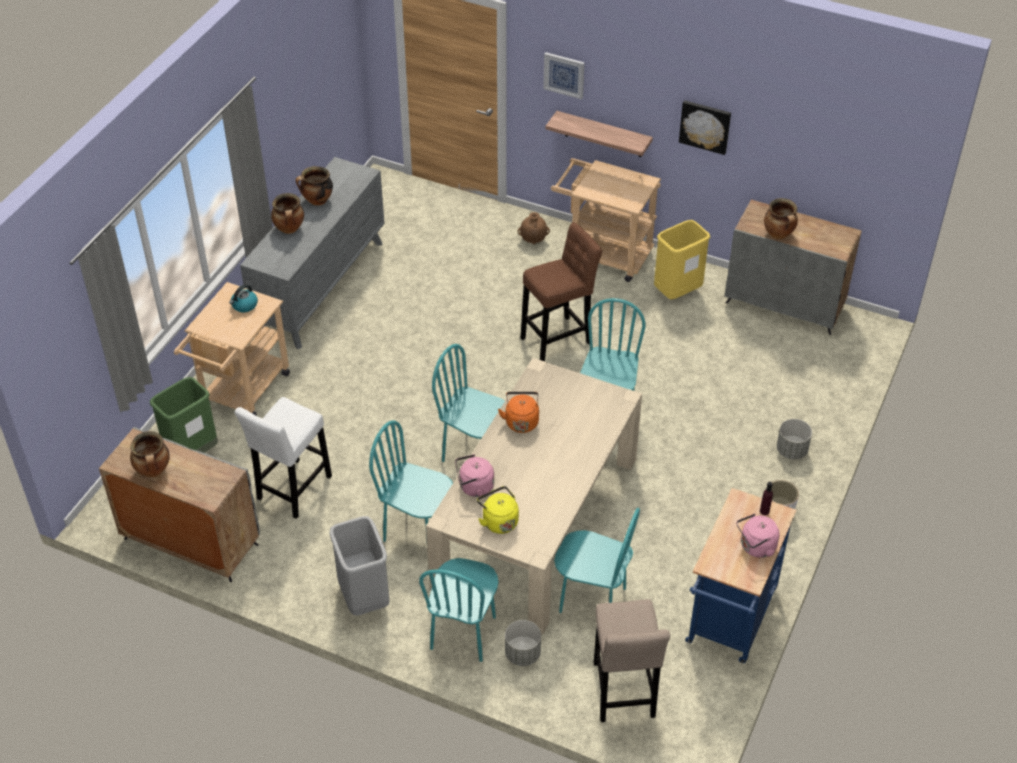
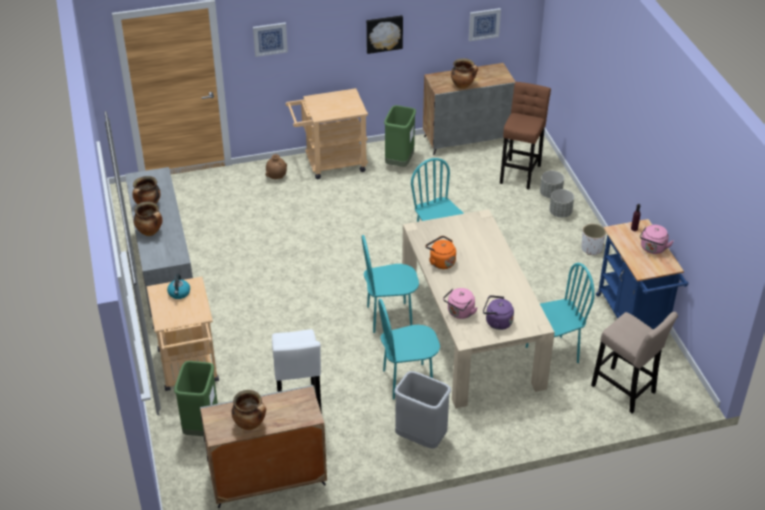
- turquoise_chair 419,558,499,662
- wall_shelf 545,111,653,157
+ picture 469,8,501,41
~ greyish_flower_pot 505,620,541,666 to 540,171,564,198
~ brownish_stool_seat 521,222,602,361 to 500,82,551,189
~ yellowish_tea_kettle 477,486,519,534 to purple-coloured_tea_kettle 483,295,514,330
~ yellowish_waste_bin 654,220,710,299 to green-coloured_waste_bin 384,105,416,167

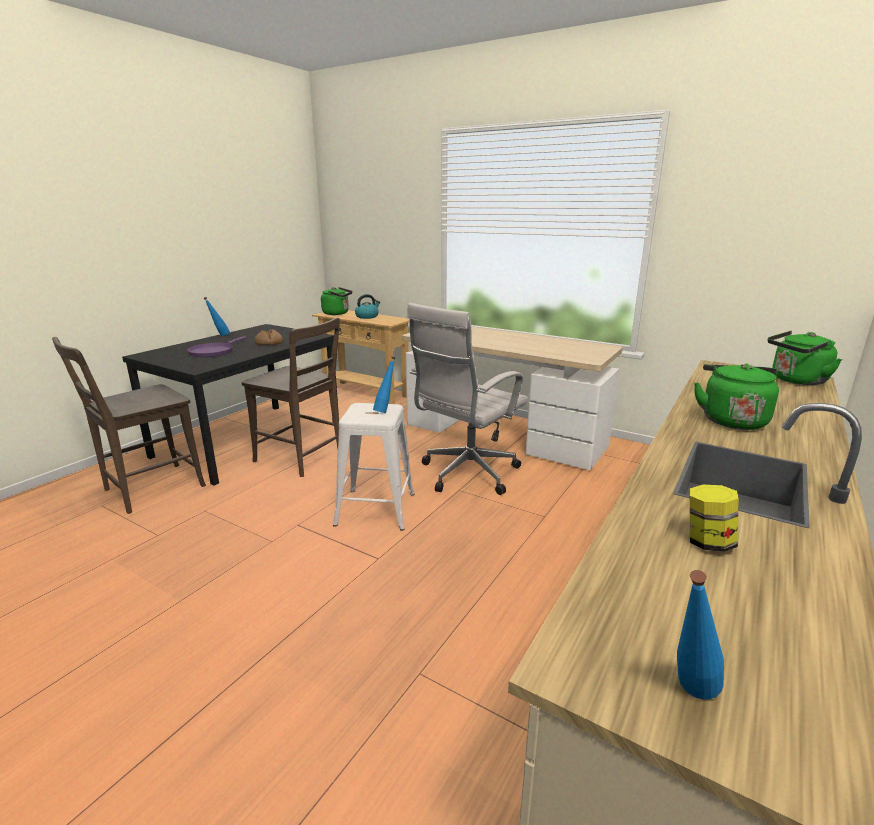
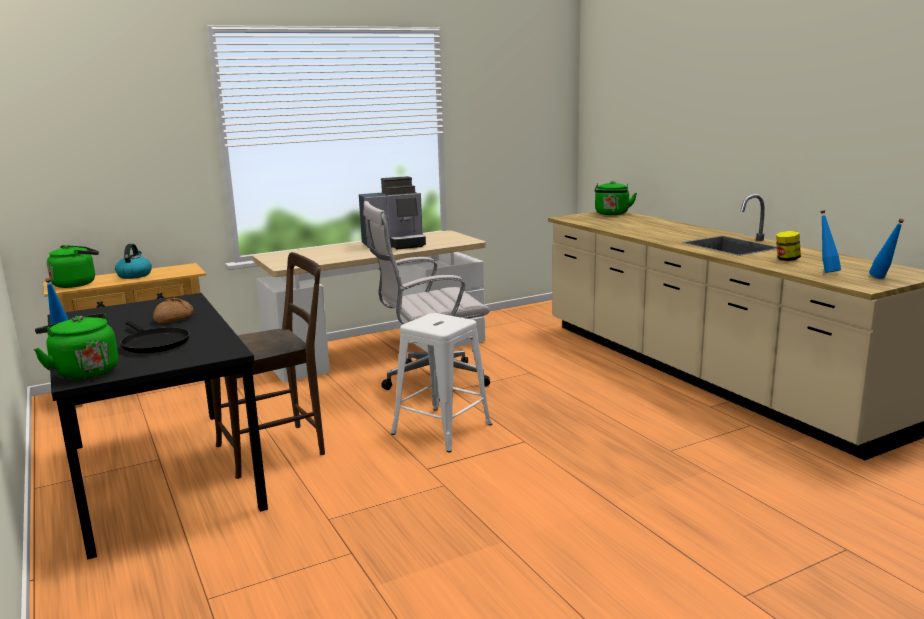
- brownish_chair 52,337,206,514
+ coffee_brewer 359,176,426,250
~ bluish_beverage_bottle 373,356,395,413 to 820,210,841,273
~ green-coloured_tea_kettle 694,363,779,430 to 34,313,118,381
~ purple-coloured_skillet 187,336,246,357 to black-coloured_skillet 120,321,190,353
~ white_office_chair 407,303,528,495 = 363,201,490,401 90 degrees clockwise

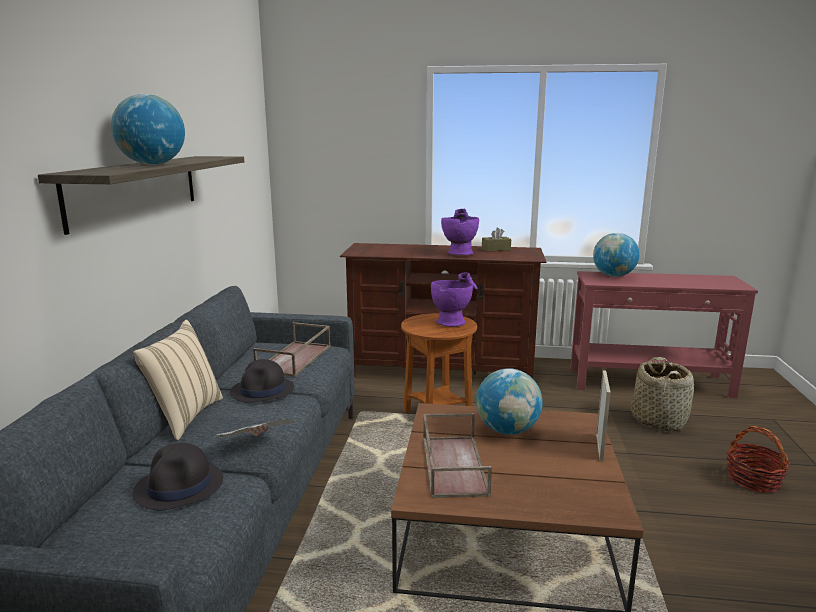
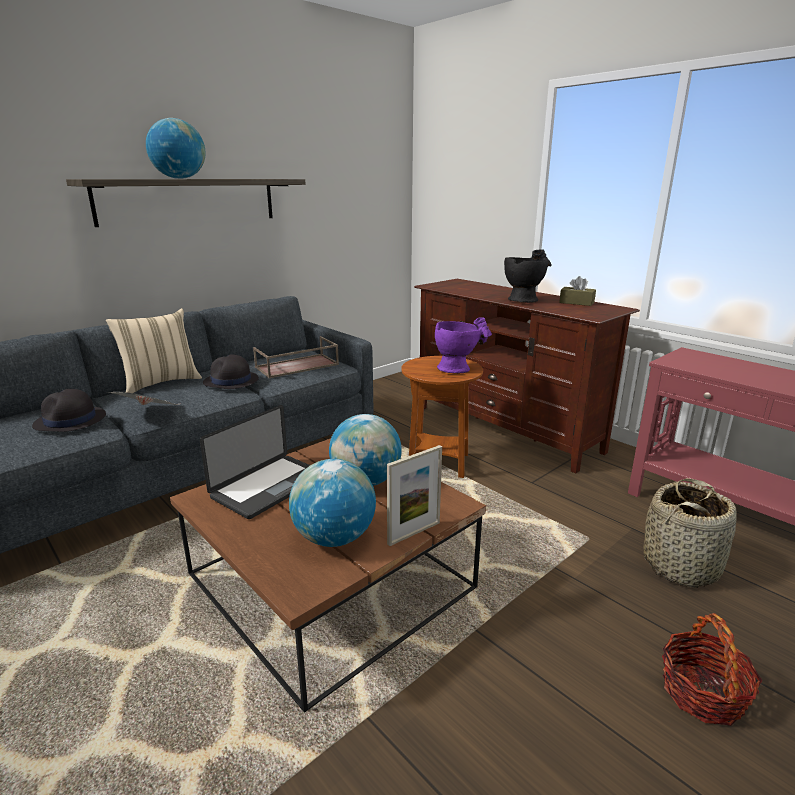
~ world_globe 593,233,640,277 to 289,459,376,547
~ brownish_tray 423,413,492,498 to notebook_computer 200,405,310,519
~ purple-coloured_vase 441,209,479,255 to black-coloured_vase 504,249,552,303

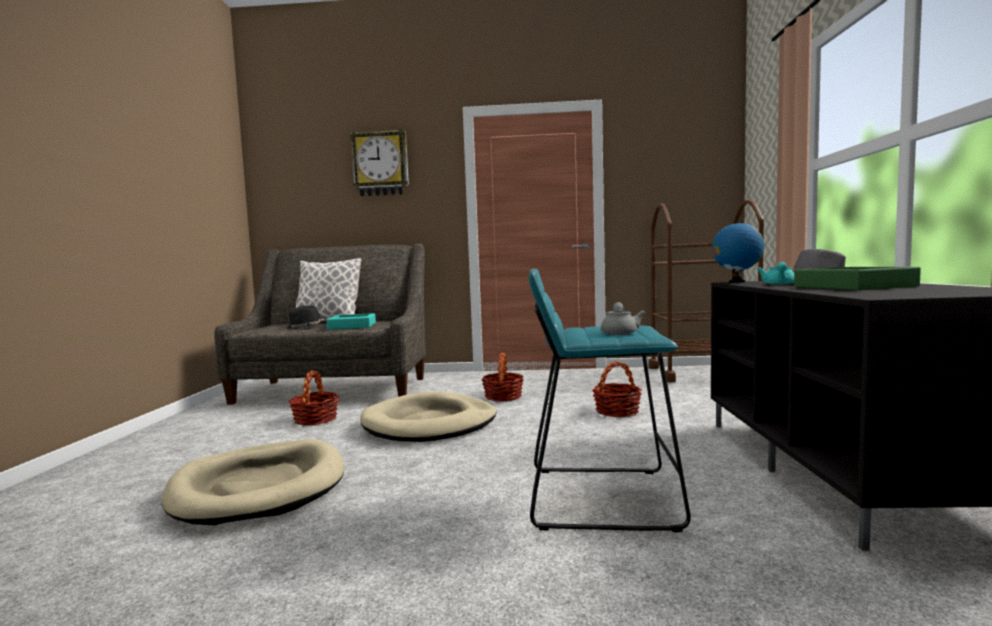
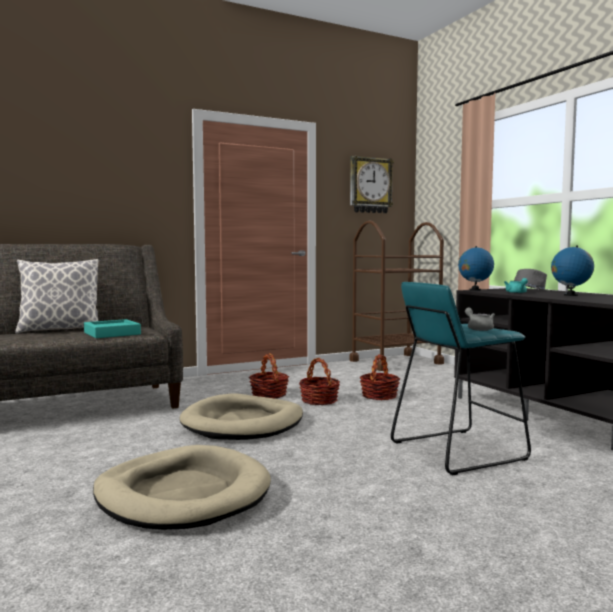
- black-coloured_clothing_hat 287,306,324,330
~ storage_basket 289,370,339,425 to 299,358,340,405
~ wall_clock 350,129,409,196 to 350,156,394,213
~ green-coloured_tray 794,267,921,290 to world_globe 551,245,594,296

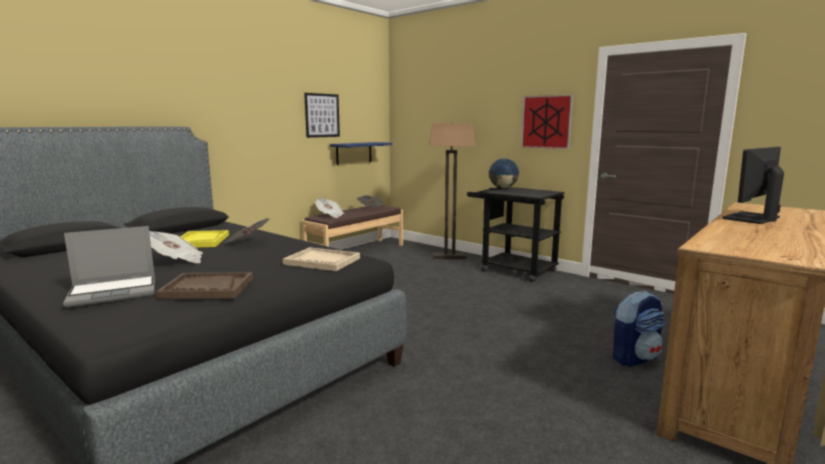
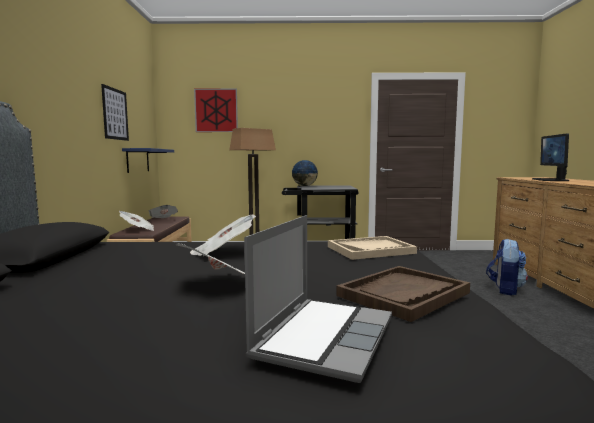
- yellowish_tray 181,230,229,248
~ picture 521,95,573,149 to 194,88,238,132

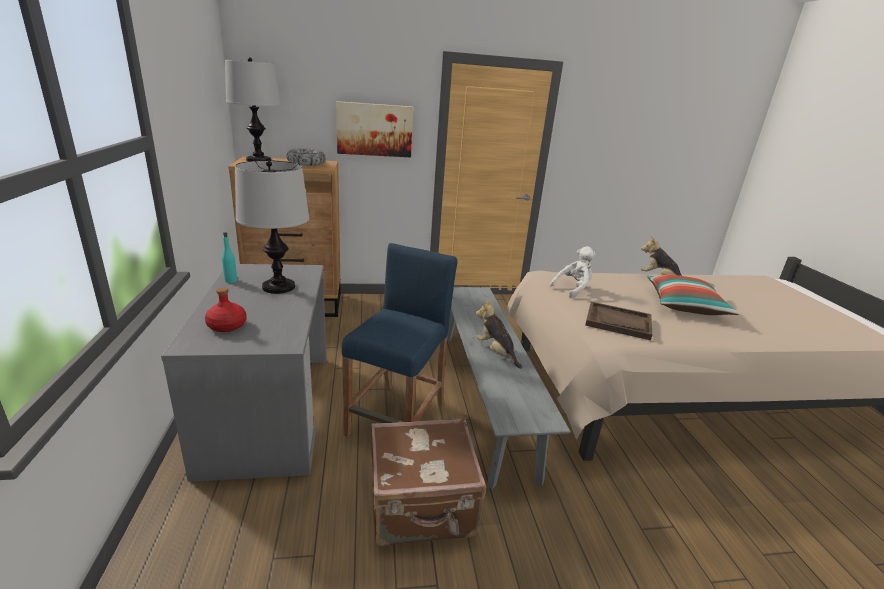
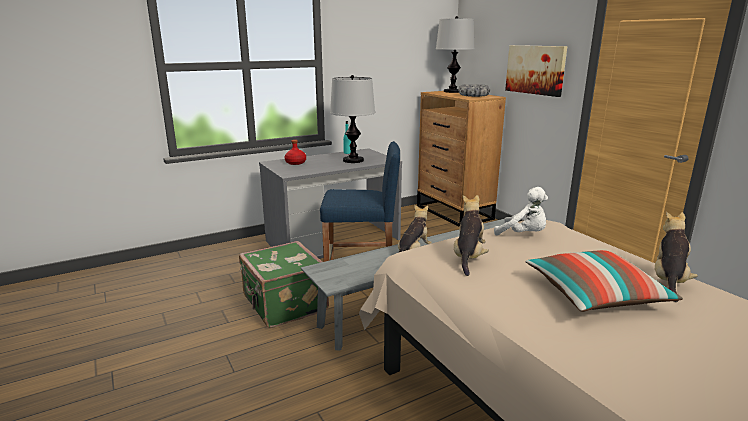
~ brownish_tray 585,302,652,340 to plush_toy 454,195,489,276
~ brownish_suitcase 371,418,486,547 to green-coloured_suitcase 239,241,329,328

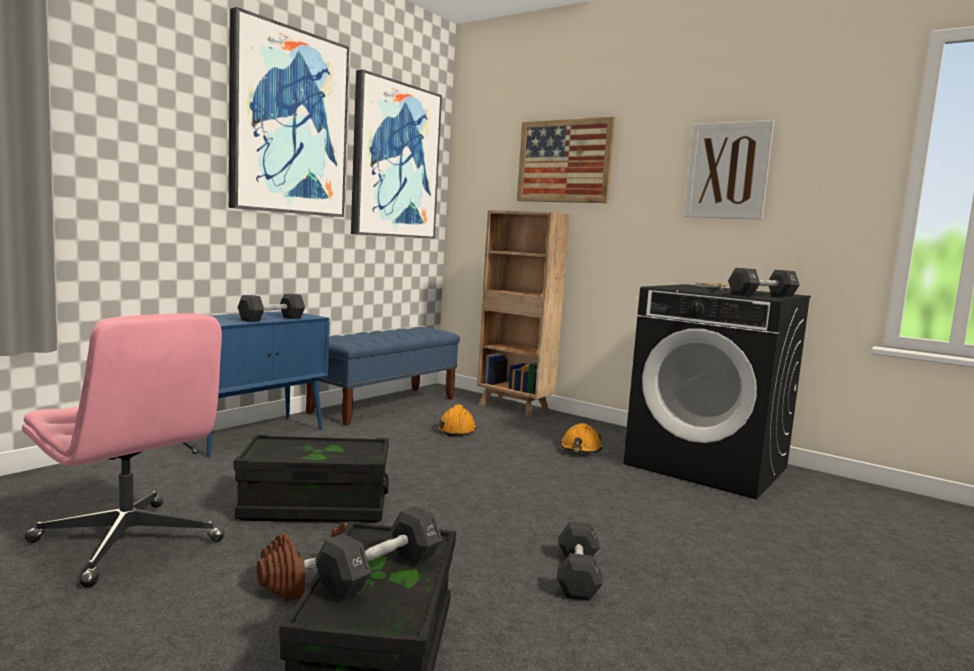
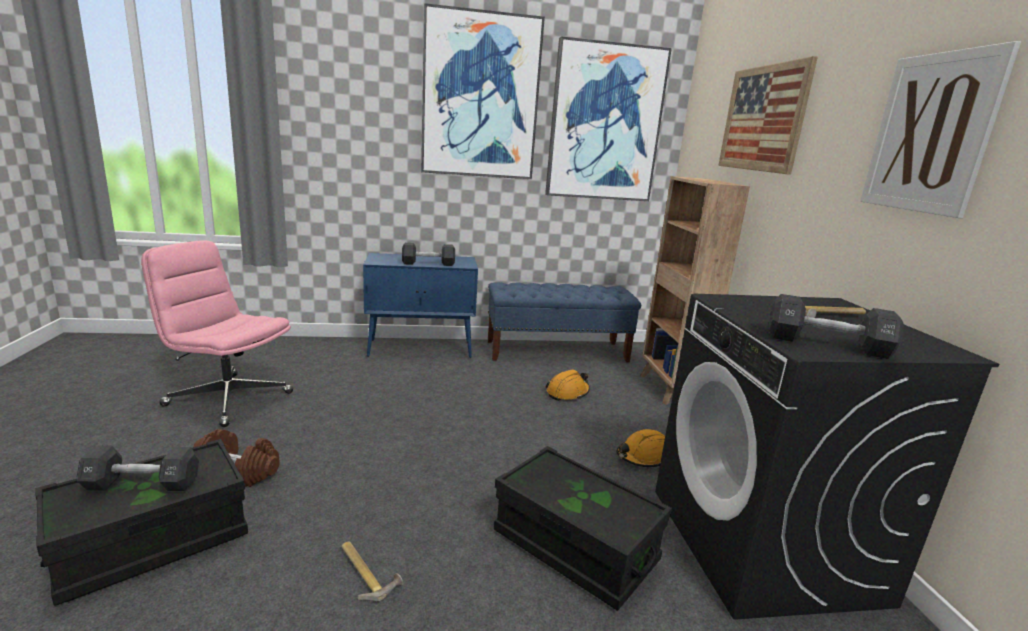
~ black-coloured_storage_bin 234,434,389,523 to 494,446,672,611
~ black-coloured_hand_weight 557,521,603,601 to hand_hammer 341,541,403,601
~ pinkish_office_chair 22,313,224,588 = 141,240,293,427 120 degrees clockwise

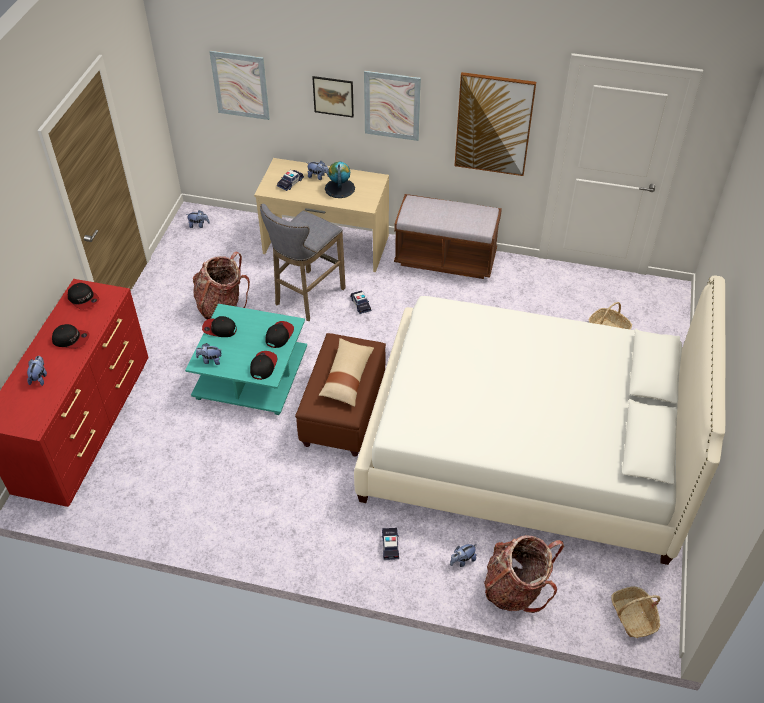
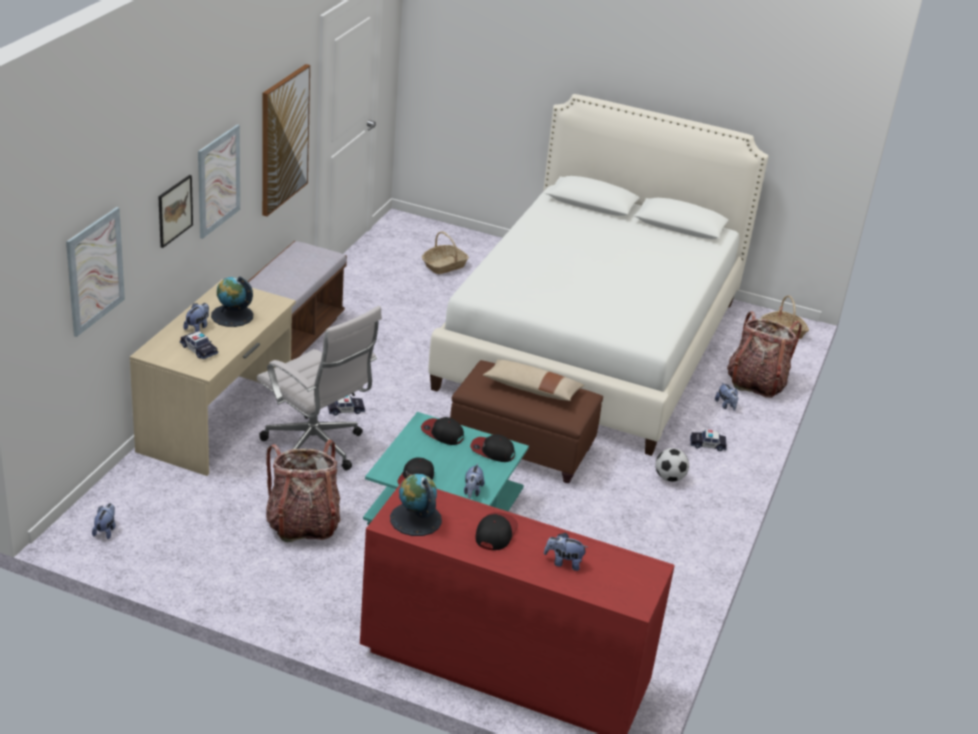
+ ball_for_football 655,448,689,482
~ peaked_cap 68,283,100,310 to world_globe 390,474,442,536
~ greyish_stool_seat 260,204,346,321 to white_office_chair 257,306,382,471

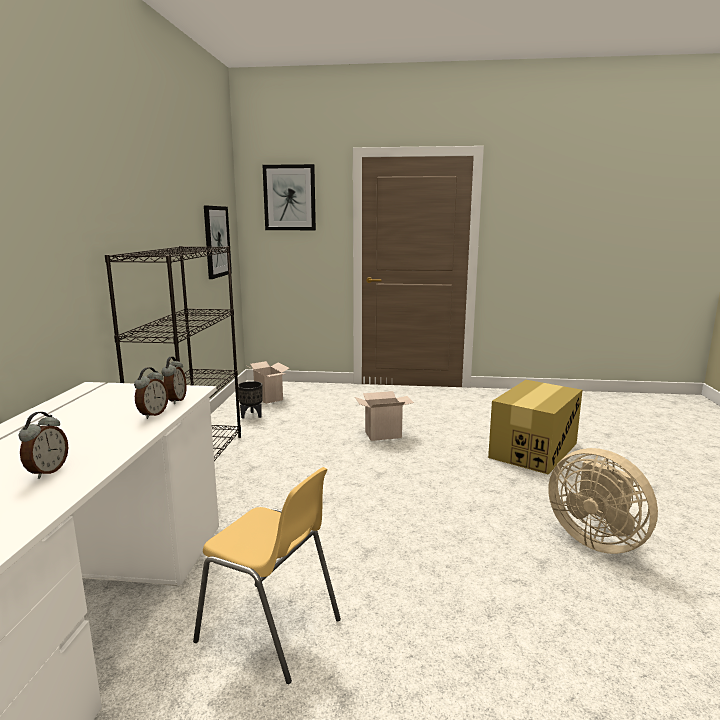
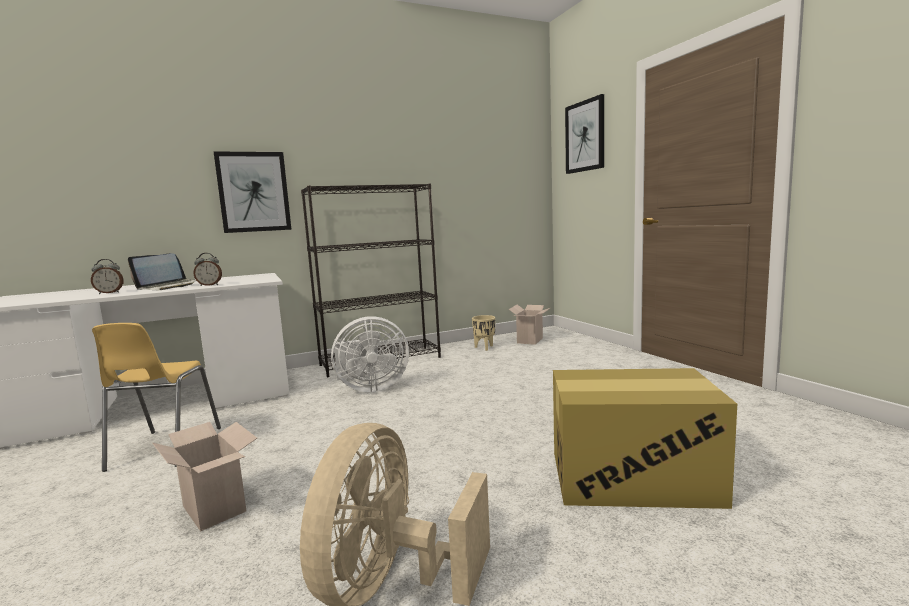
- alarm_clock 162,357,187,404
+ notebook_computer 128,253,196,290
+ white_fan 331,316,409,393
~ picture 204,206,232,279 to 214,151,292,233
~ packing_box 355,391,414,441 to 152,422,257,532
~ black-coloured_flower_pot 238,381,263,419 to beige_flower_pot 472,315,495,351

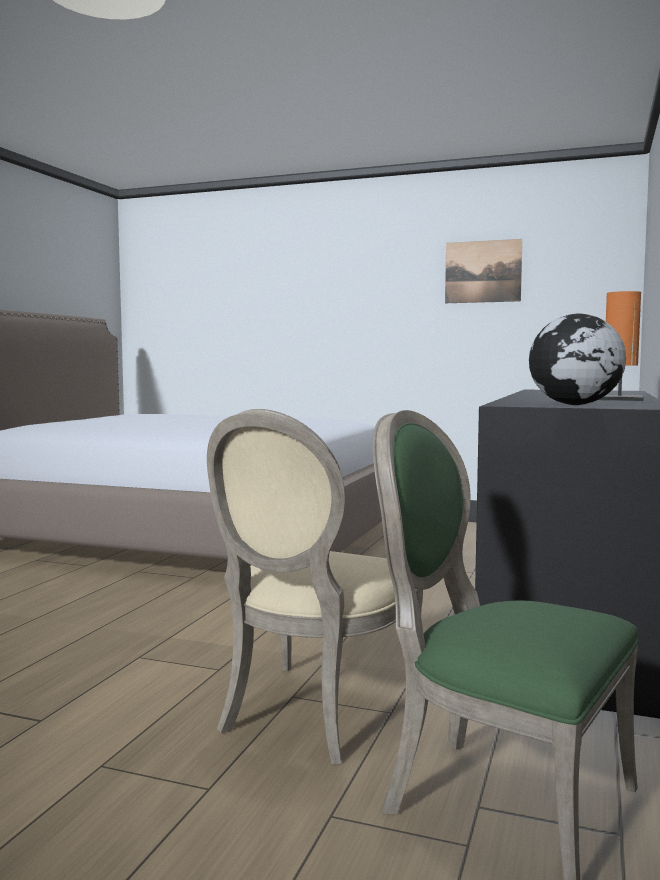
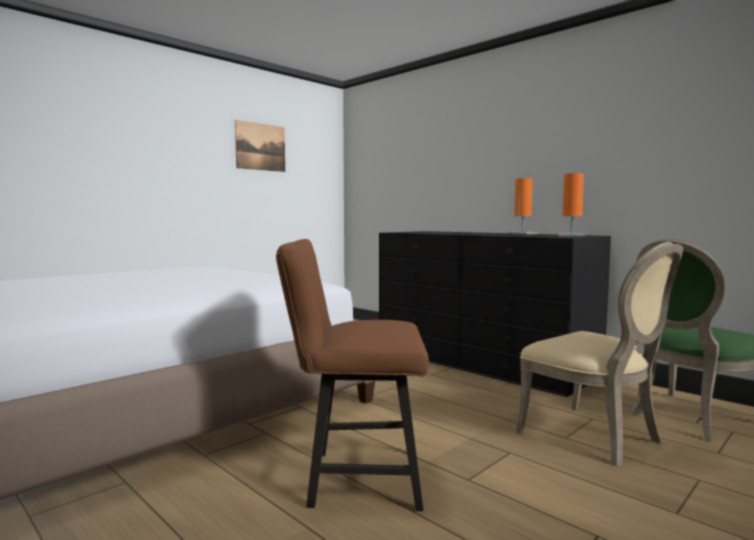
+ brownish_chair 276,239,429,511
~ world_globe 529,313,626,405 to orange-coloured_tabletop_lamp 558,173,585,237

